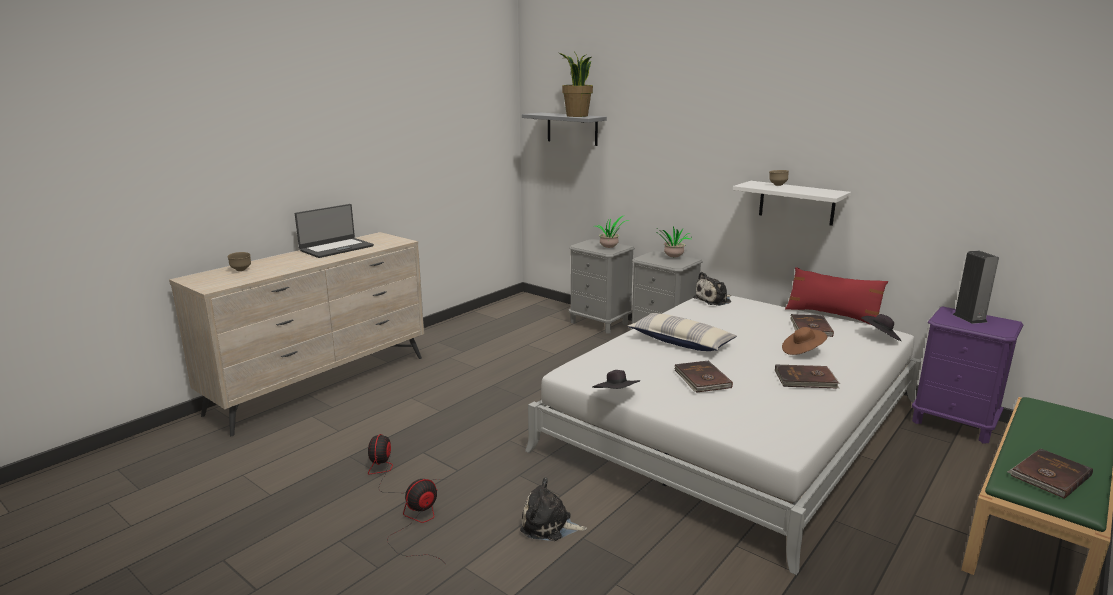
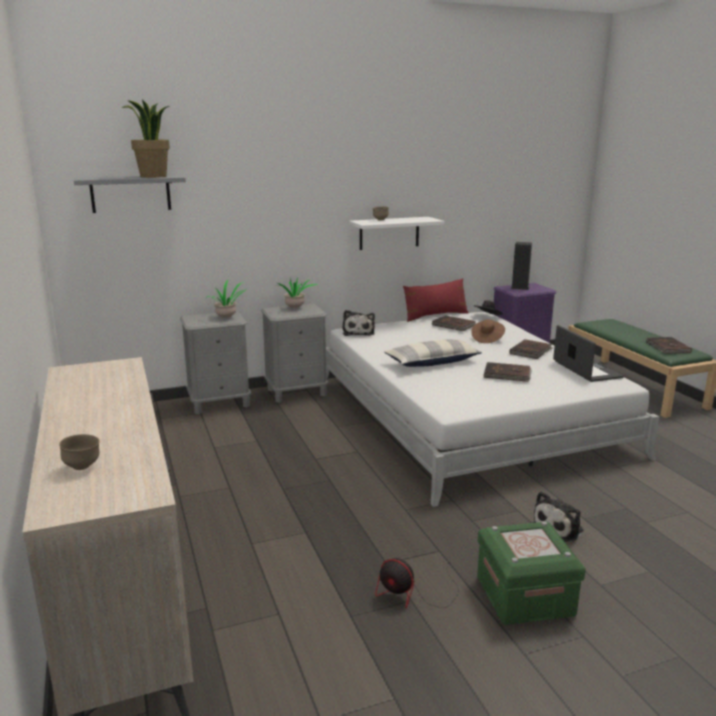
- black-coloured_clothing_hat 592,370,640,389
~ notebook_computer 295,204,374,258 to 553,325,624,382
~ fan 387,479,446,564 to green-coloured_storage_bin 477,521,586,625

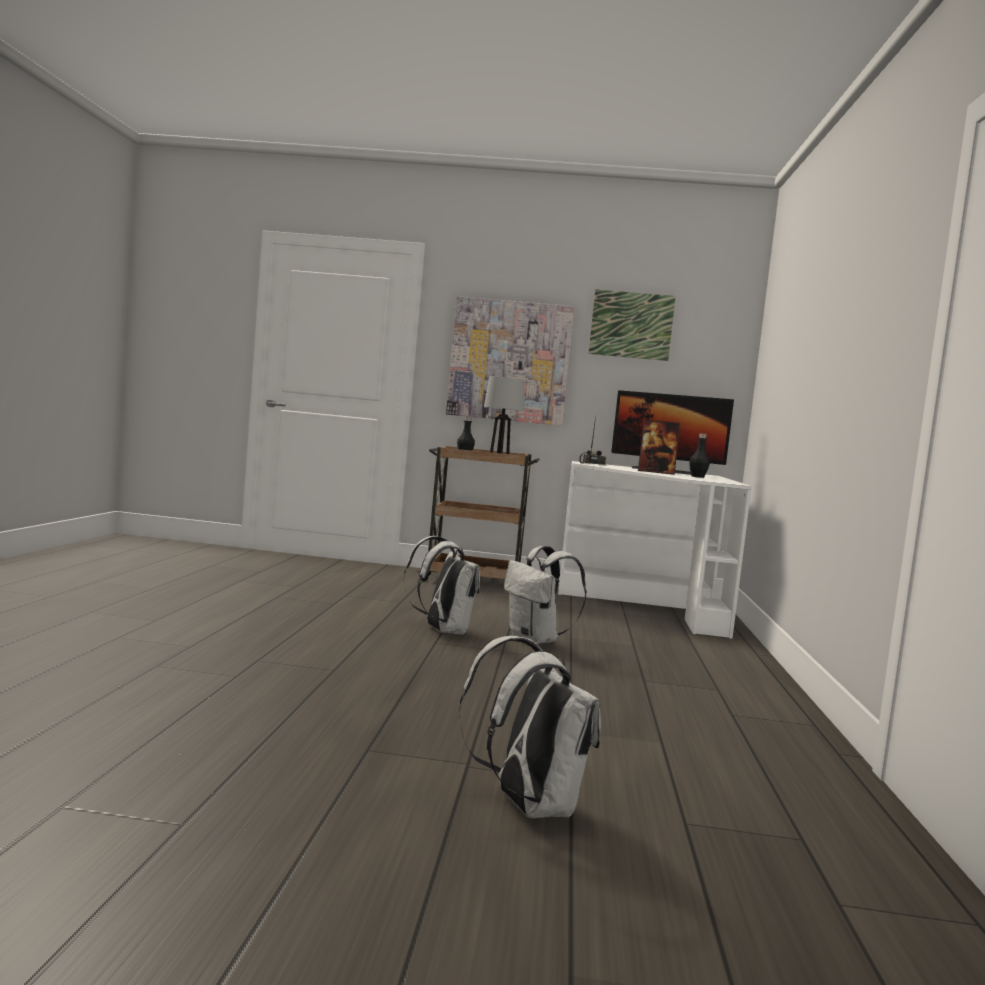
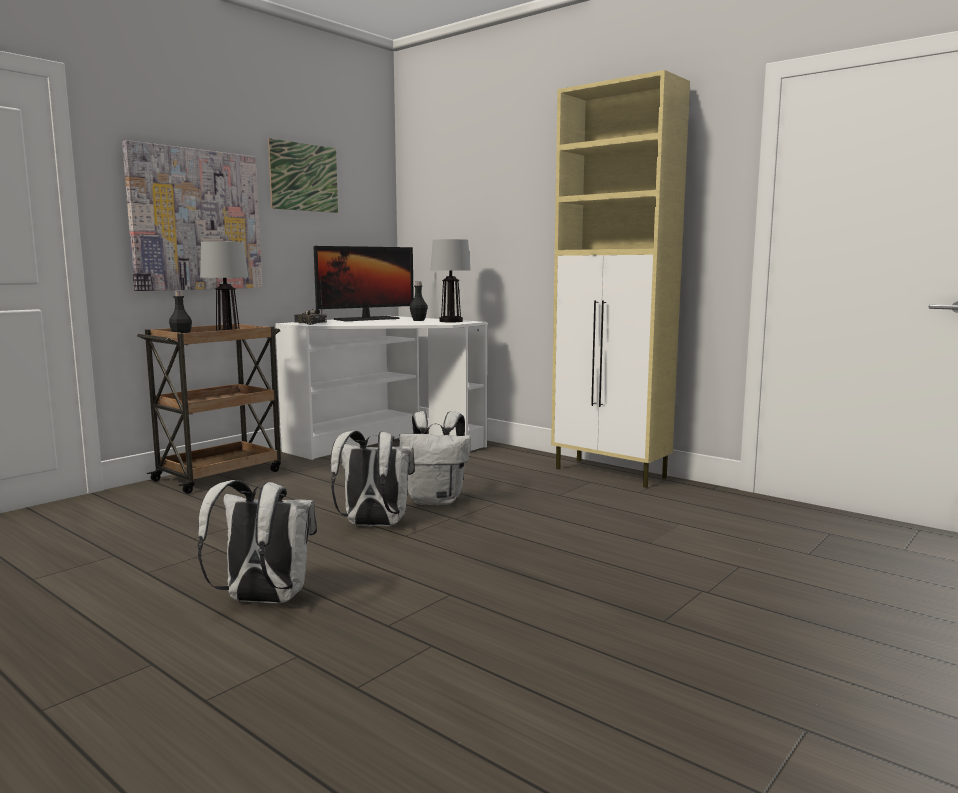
- picture_frame 638,419,680,475
+ tabletop_lamp 431,239,471,322
+ beige_storage_cabinet 551,70,690,488
~ white_knapsack 458,636,601,818 to 197,480,317,603

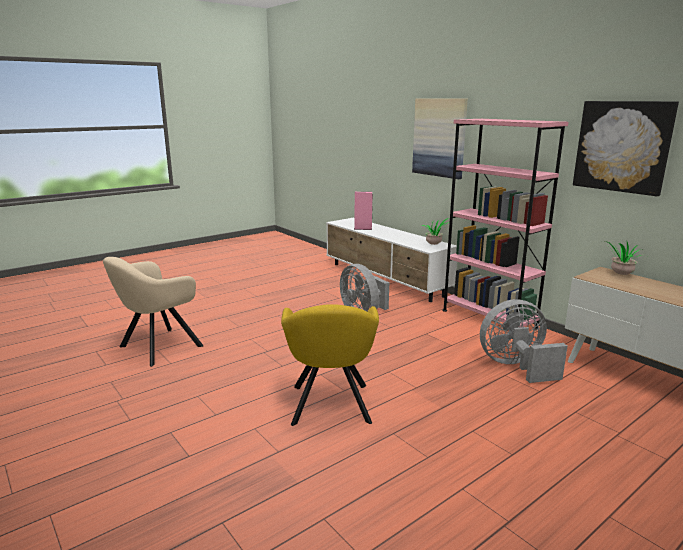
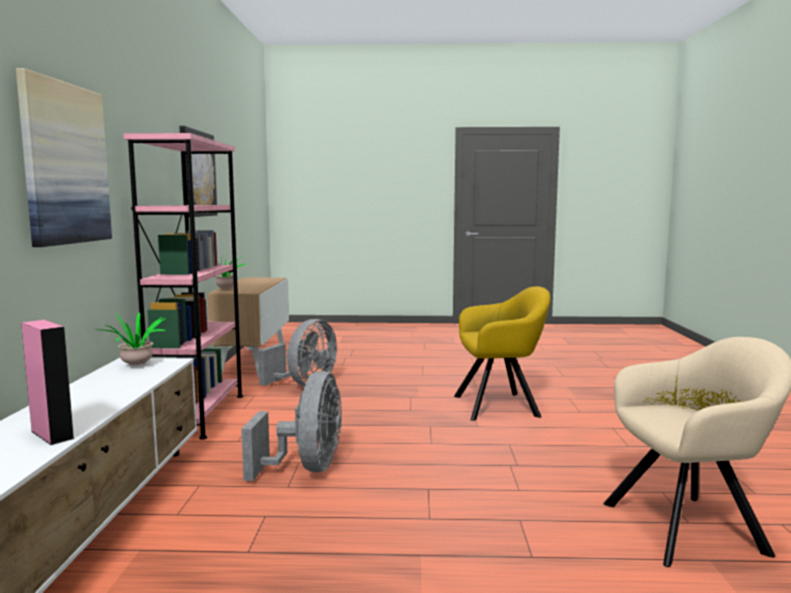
~ yellowish_easy_chair 281,304,379,426 = 454,286,550,421 45 degrees clockwise
~ greyish_fan 480,299,568,383 = 258,319,337,386 90 degrees counterclockwise

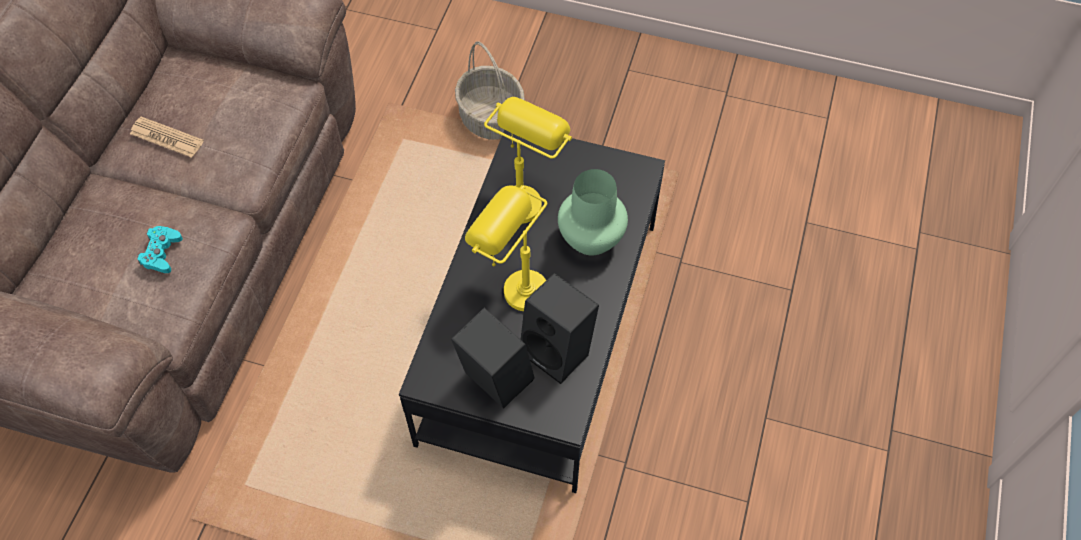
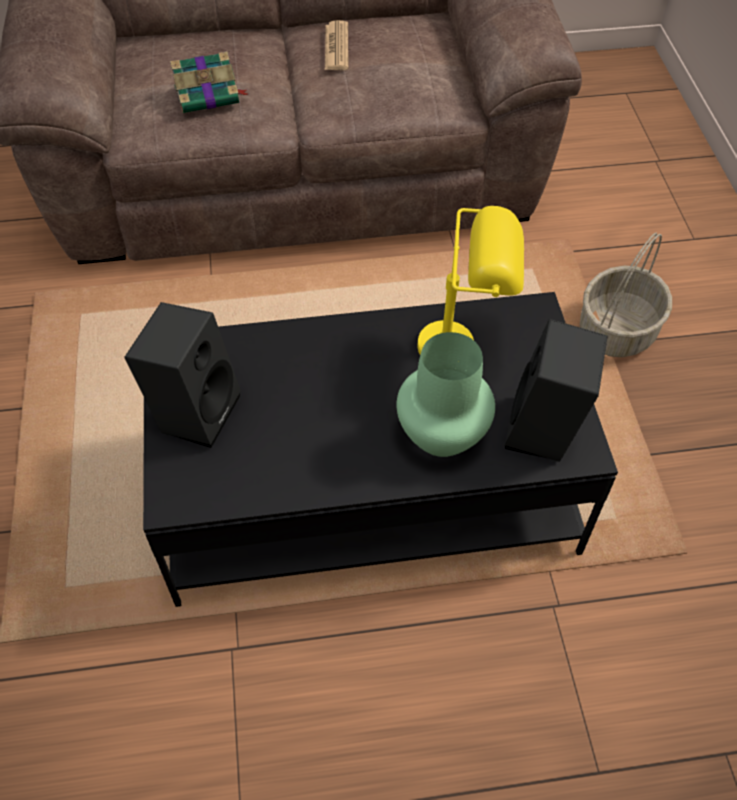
- yellowish_tabletop_lamp 465,185,547,311
~ black-coloured_speaker 521,273,599,384 to 505,319,608,462
~ turquoise_joypad 137,226,183,273 to volume 170,51,248,113

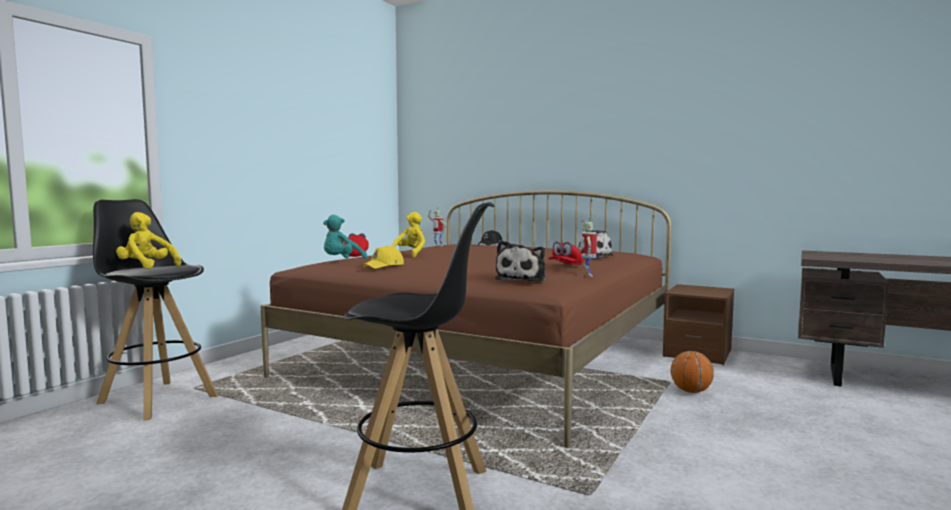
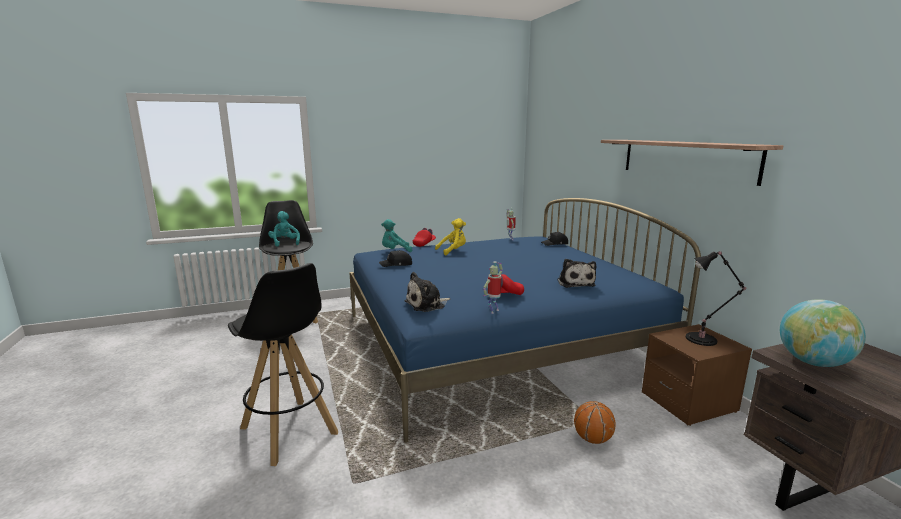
+ wall_shelf 601,140,784,186
+ black-coloured_tabletop_lamp 686,251,746,346
+ world_globe 780,299,866,367
~ yellowish_plush_toy 116,212,181,269 to turquoise_plush_toy 268,211,300,247
~ brownish_bed 260,190,671,448 to bluish_bed 350,198,701,443
~ yellowish_peaked_cap 363,246,404,269 to black-coloured_peaked_cap 379,250,412,267

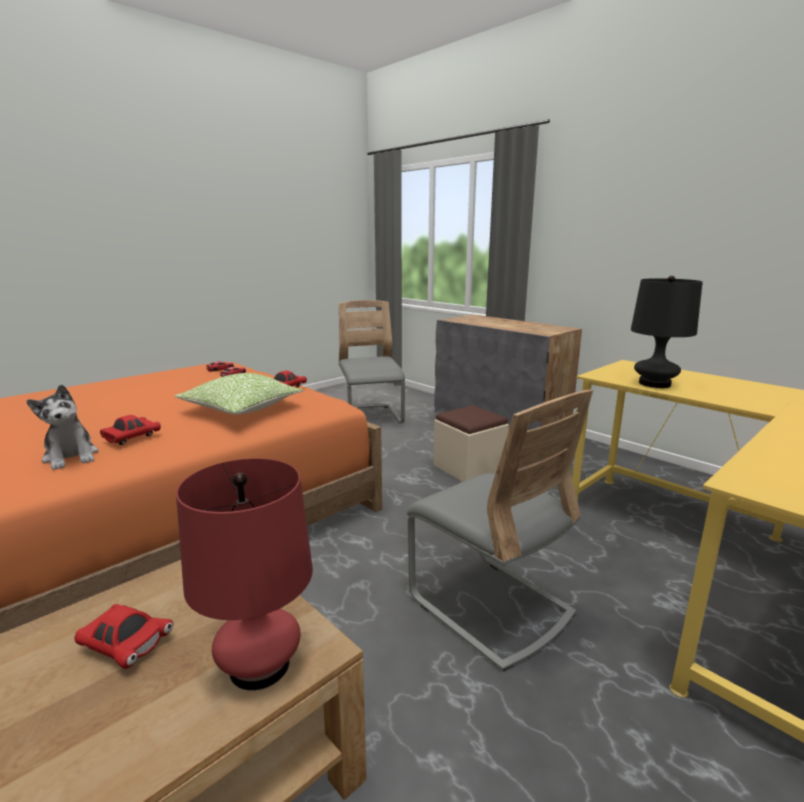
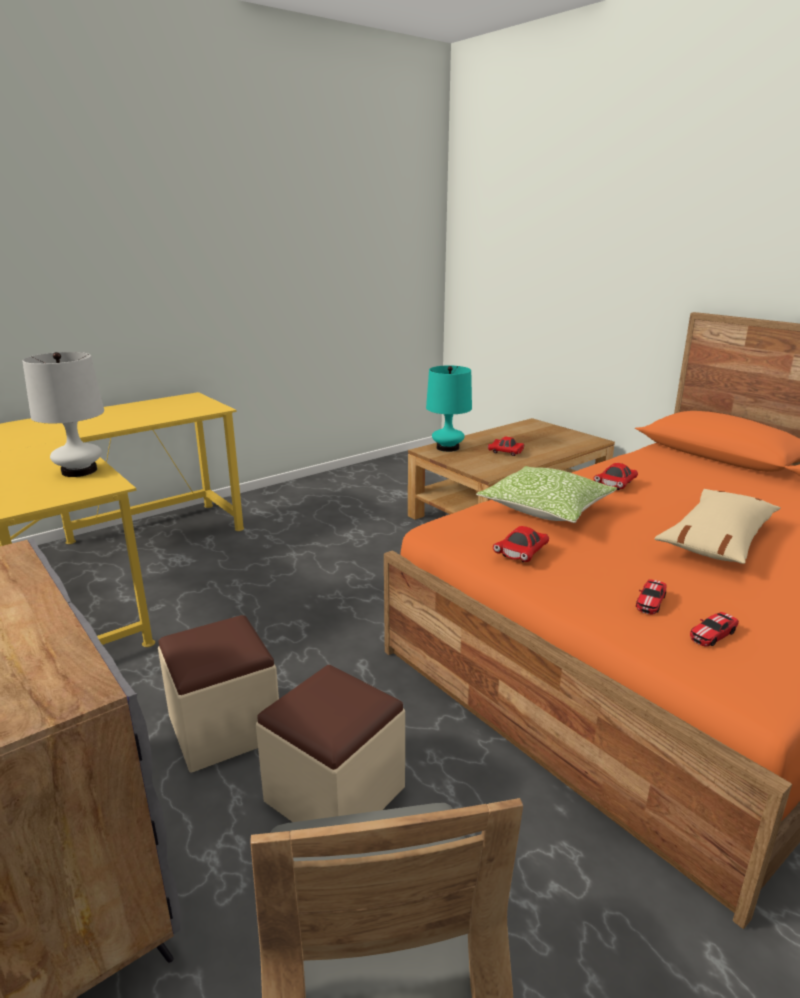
- plush_toy 26,384,98,470
- greyish_chair 407,389,593,671
+ beige_footrest 256,665,405,822
+ beige_pillow 655,489,781,564
~ red_tabletop_lamp 176,458,313,690 to turquoise_tabletop_lamp 426,365,472,452
~ black-coloured_tabletop_lamp 631,276,703,388 to white_tabletop_lamp 22,352,104,477

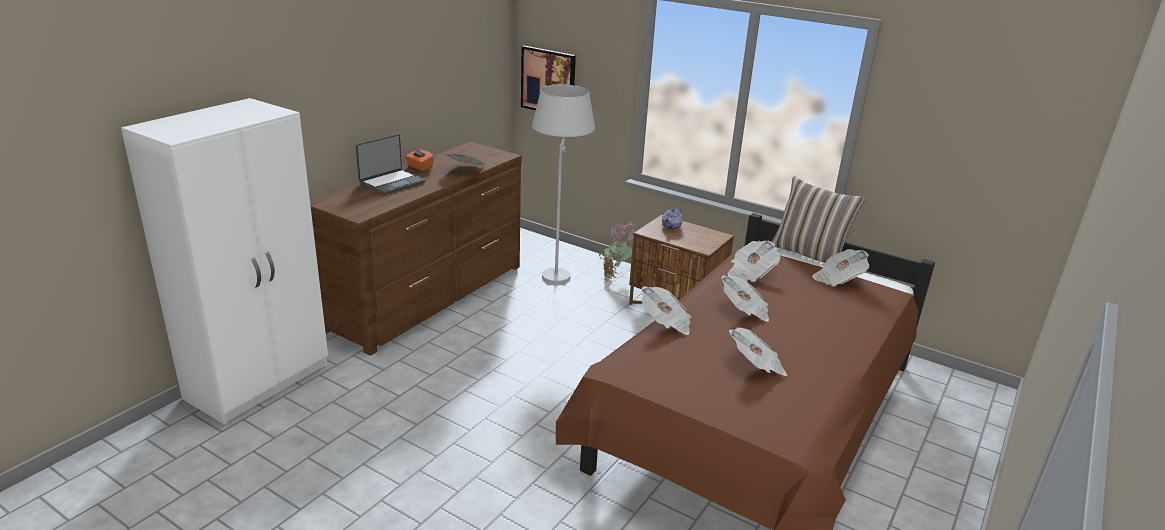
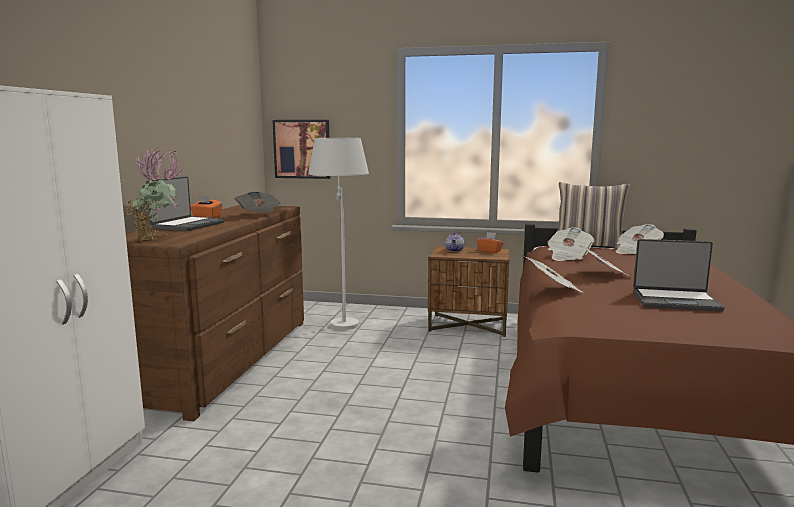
+ orange-coloured_tissue_holder 476,232,504,253
~ houseplant 599,222,636,278 to 124,148,183,241
~ daily_paper 729,328,787,376 to notebook_computer 633,239,725,312

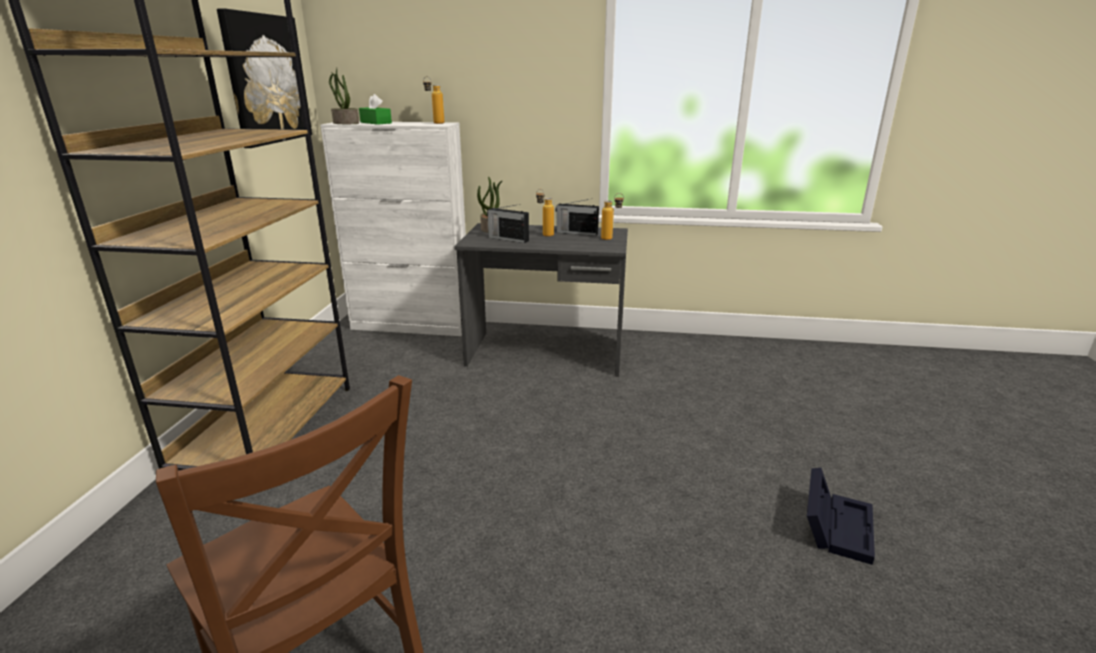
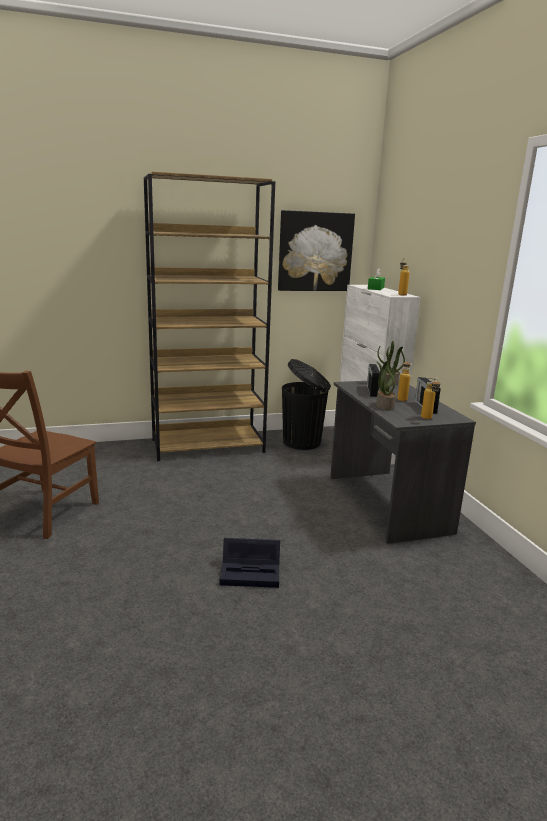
+ black-coloured_waste_bin 282,359,331,450
~ houseplant 329,68,359,124 to 376,357,396,411
~ black-coloured_storage_bin 807,468,875,565 to 220,538,280,588

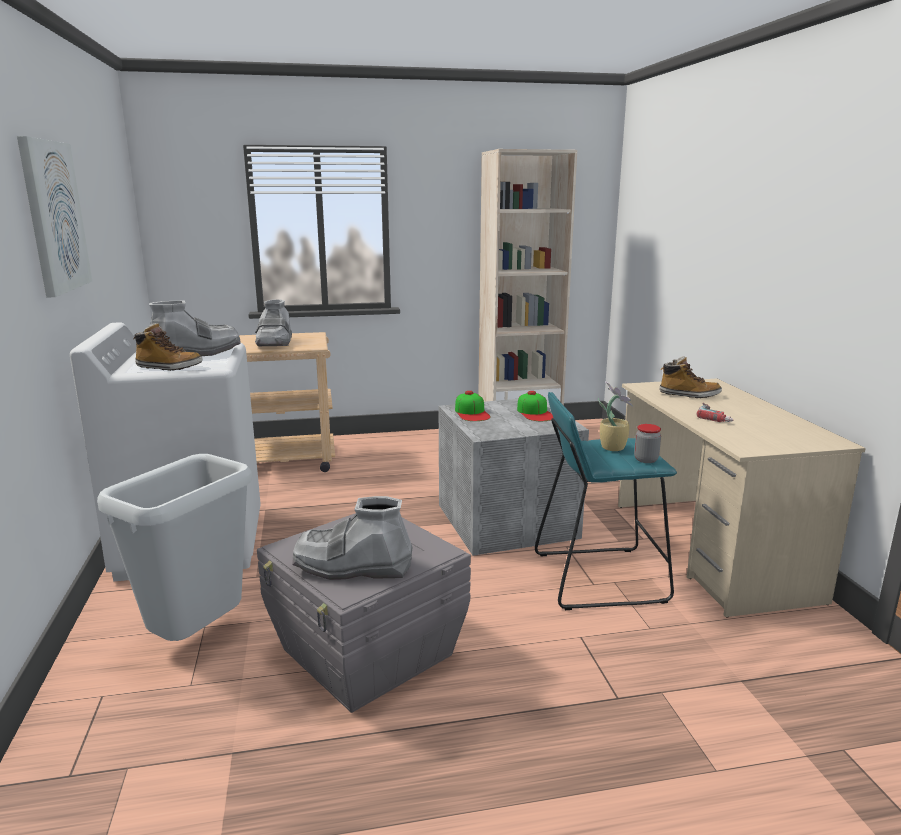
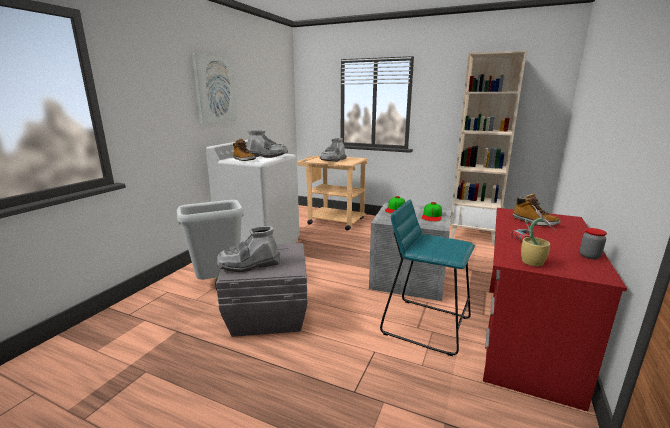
~ houseplant 598,382,633,451 to 521,205,555,267
~ jar 634,424,661,463 to 579,228,607,259
~ beige_desk_unit 618,379,866,618 to red_desk_unit 483,208,627,411
~ greyish_tall_boot 292,496,413,580 = 217,226,280,272 60 degrees counterclockwise

